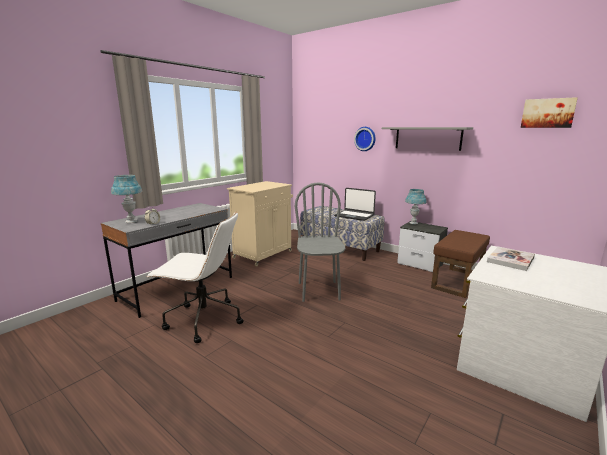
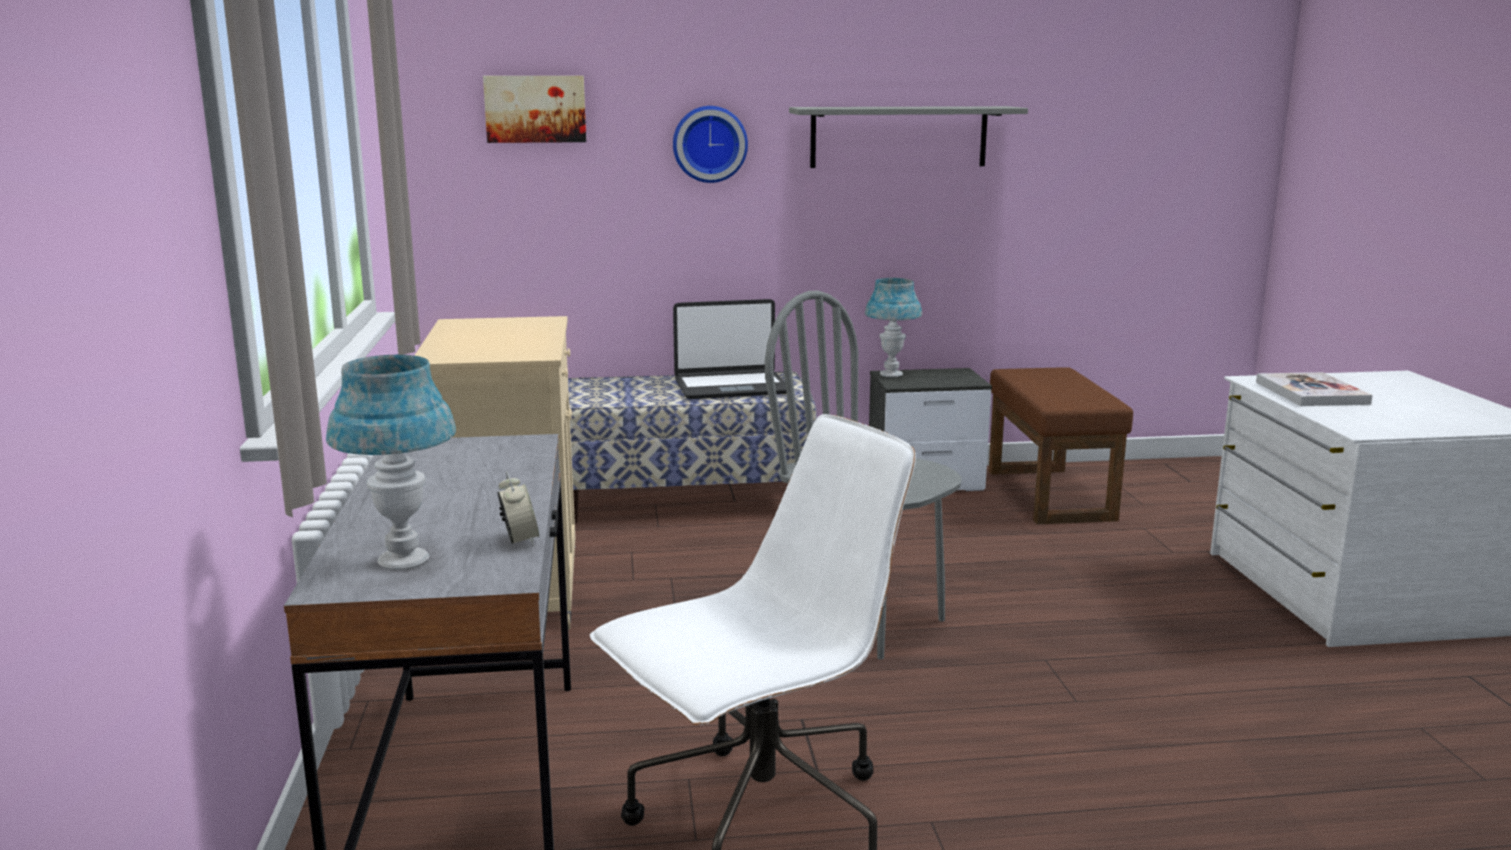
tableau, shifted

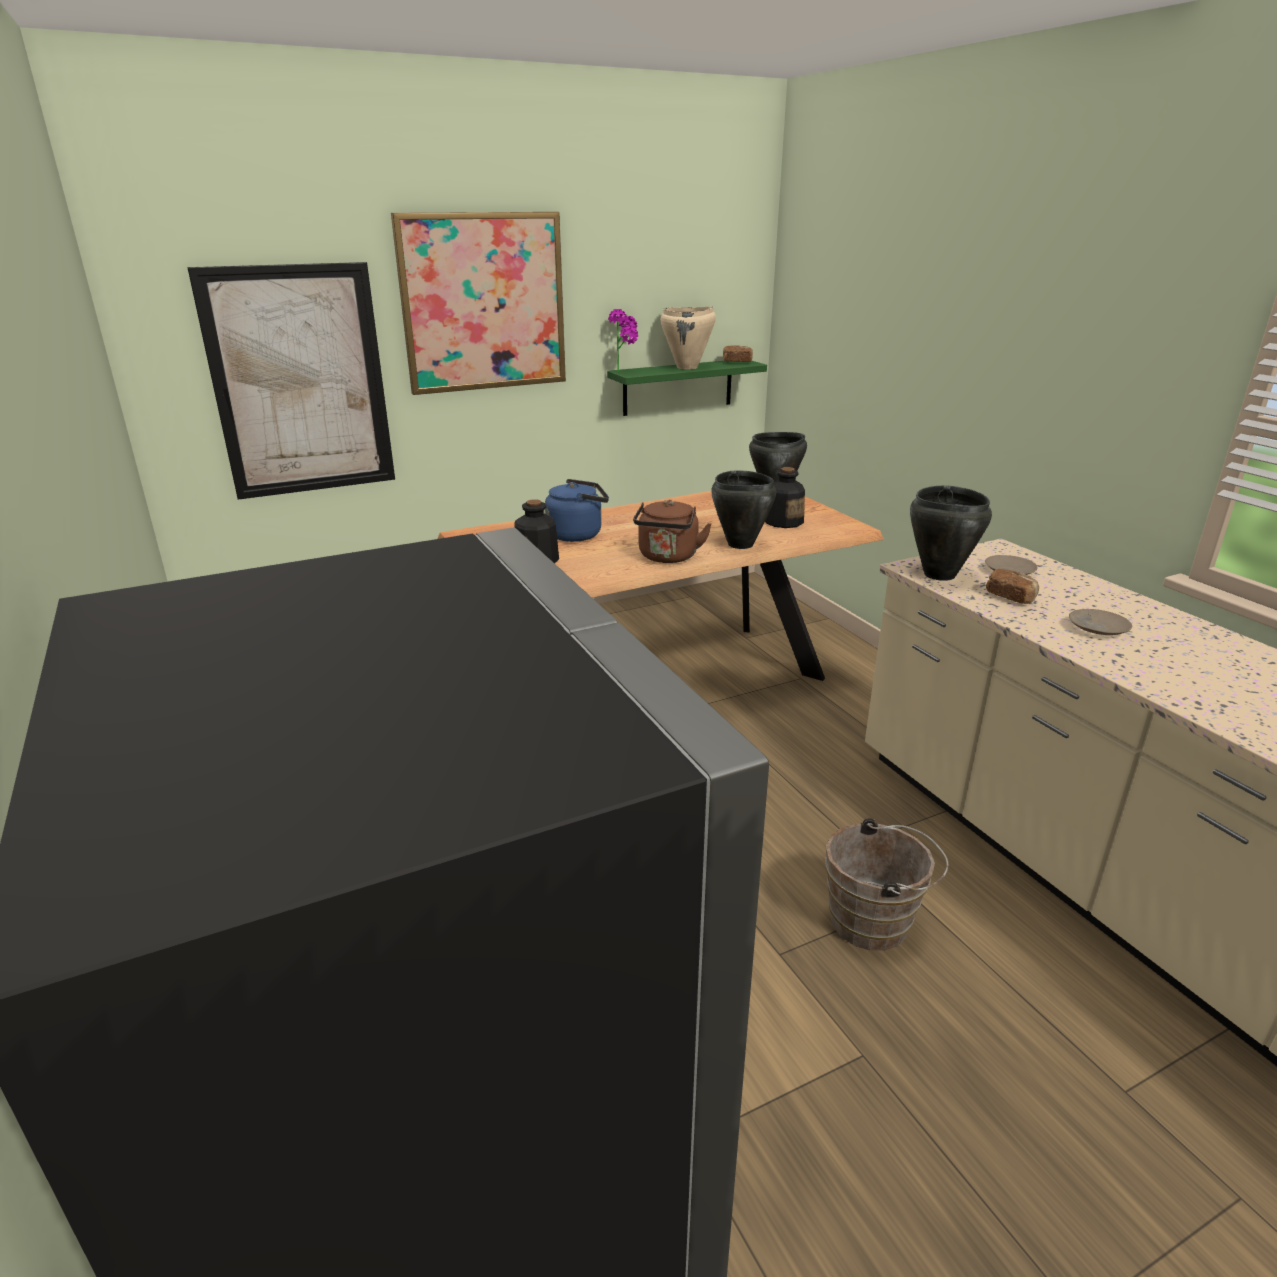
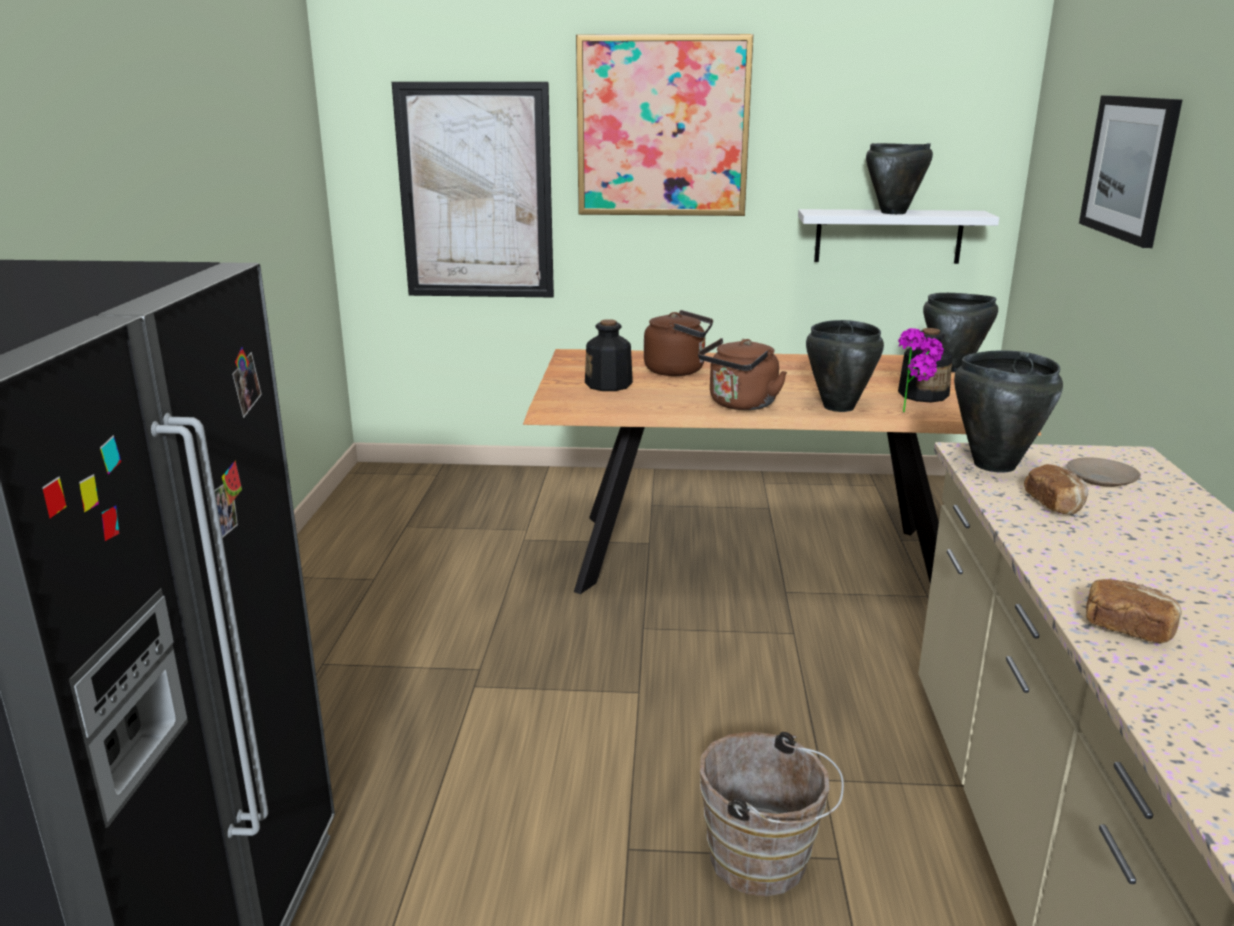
assiette/beige (no. 2 from left) => nothing
nothing => tableau (no. 3 from left)
plante en pot, shifted
pain (no. 1 from left in the first image) => pain (no. 2 from left), shifted
bouilloire/bleu => bouilloire/marron (no. 1 from left)
étagère/vert => étagère/blanc
marmite/beige => marmite/noir (no. 2 from left)

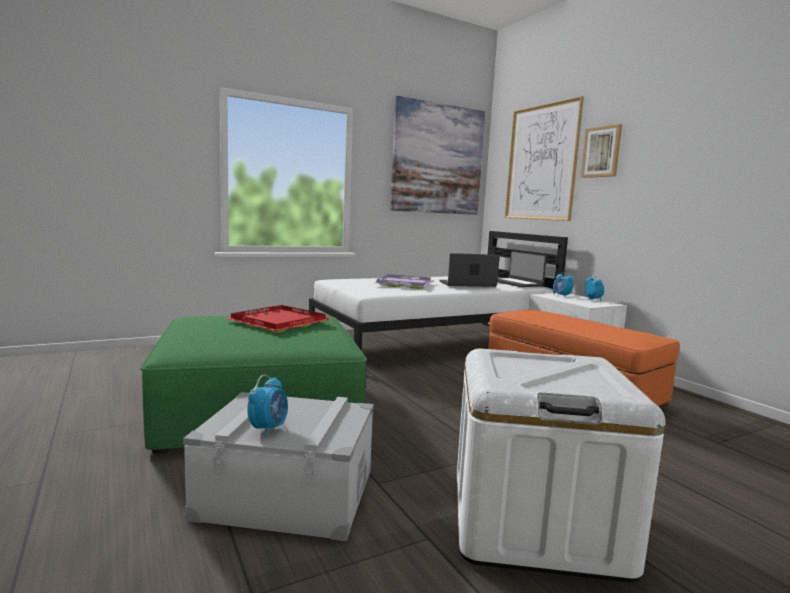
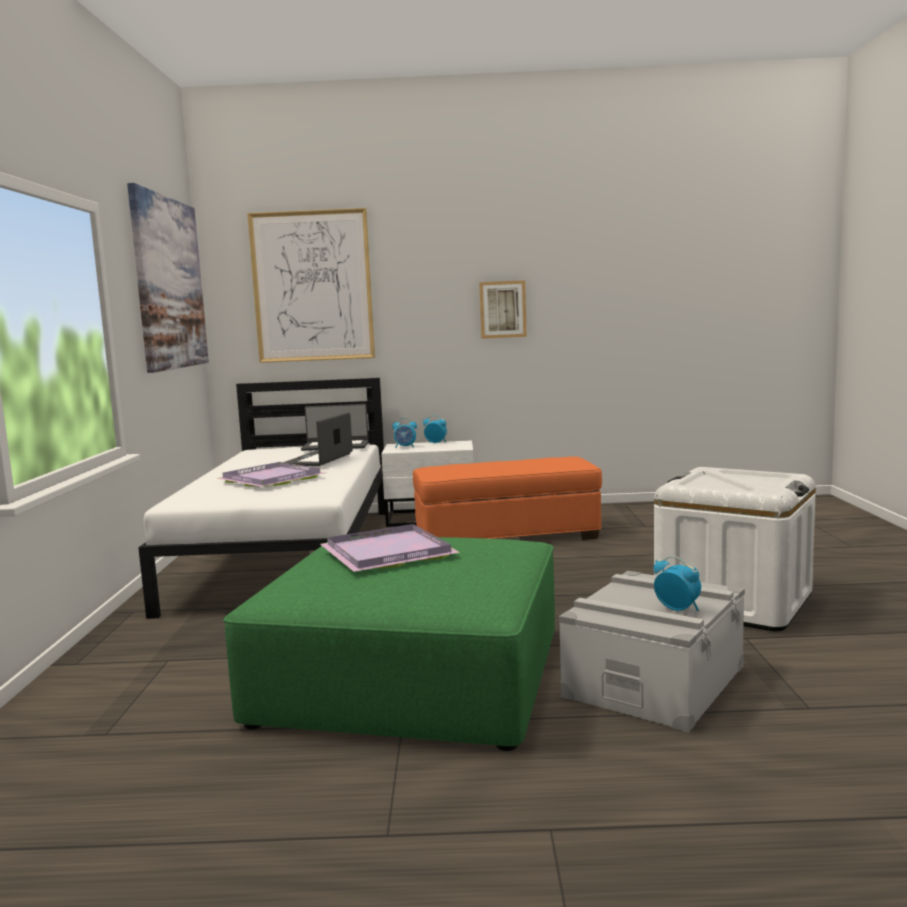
tableau (no. 3 from left), shifted
plateau/rouge => plateau/violet (no. 2 from left)

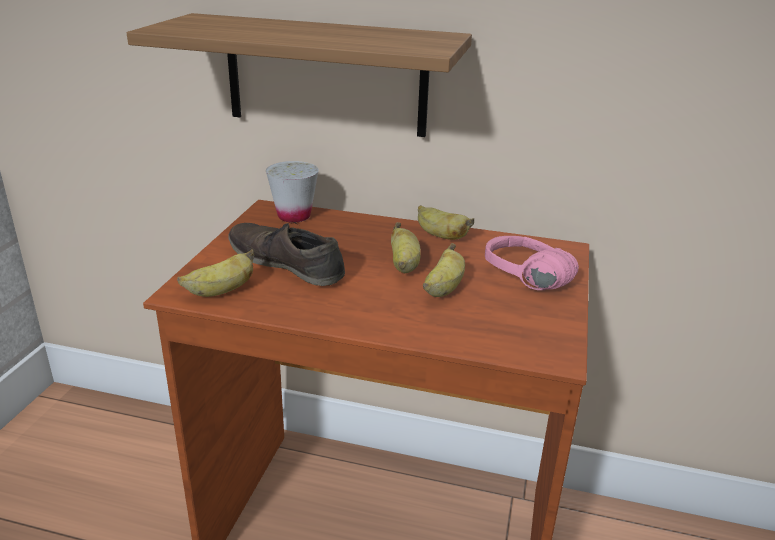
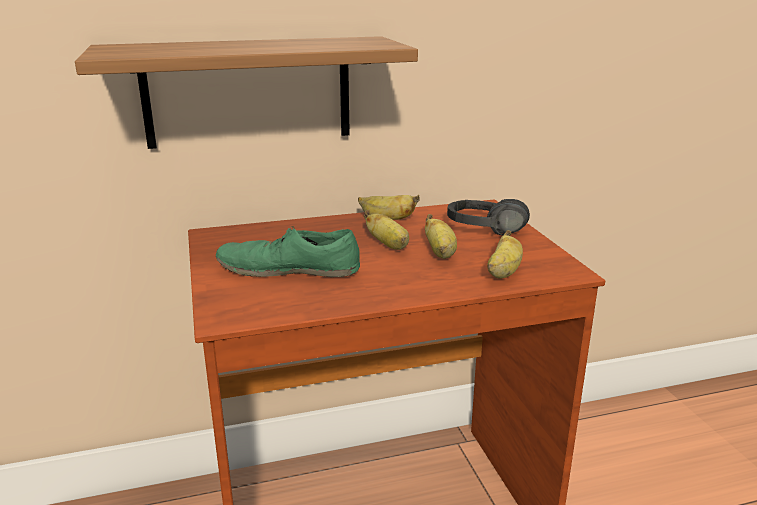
tasse/blanc => nothing
banane (no. 1 from left in the first image) => banane (no. 4 from left), shifted
chaussure/marron => chaussure/vert
casque audio/rose => casque audio/noir

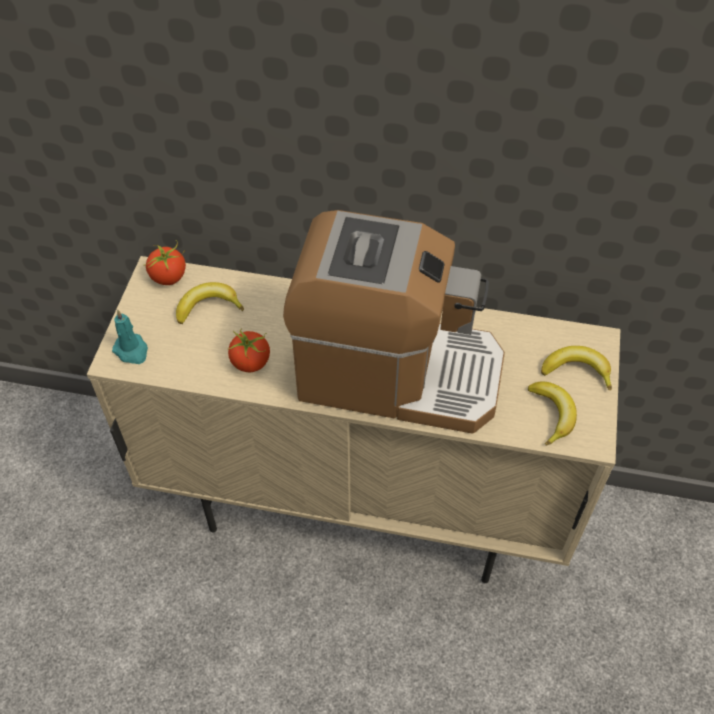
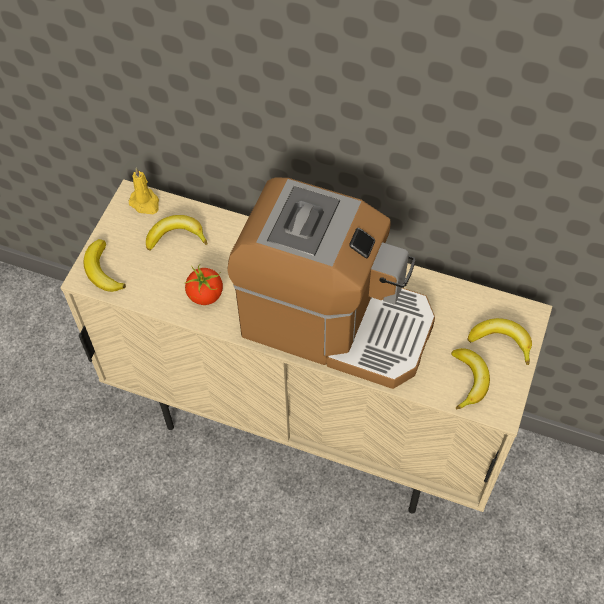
bougie/turquoise => banane (no. 1 from left)
tomate (no. 1 from left) => bougie/jaune

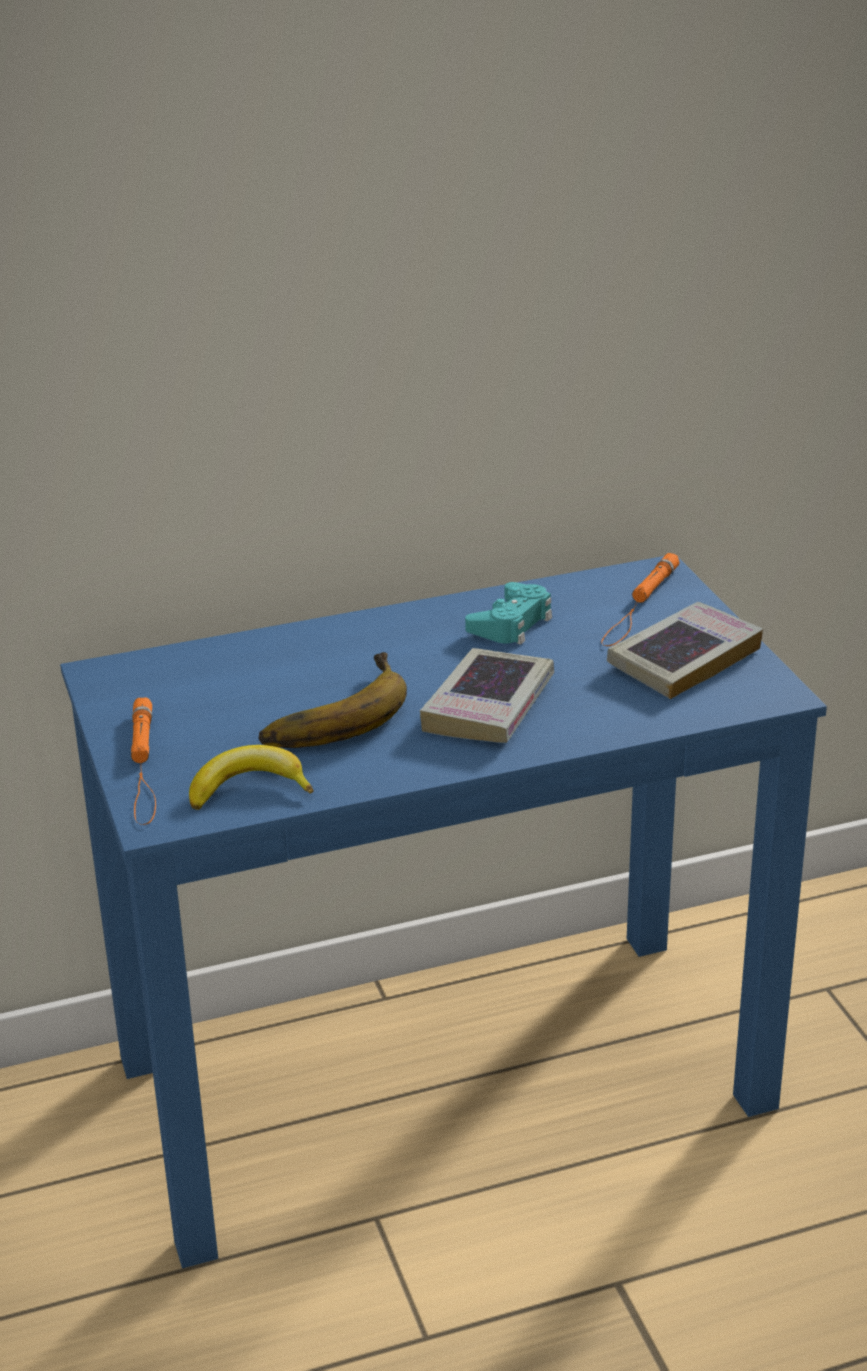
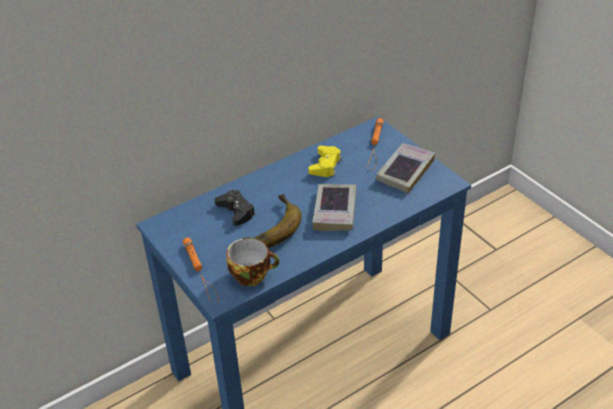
nothing => manette/noir
banane (no. 1 from left) => tasse
manette/turquoise => manette/jaune

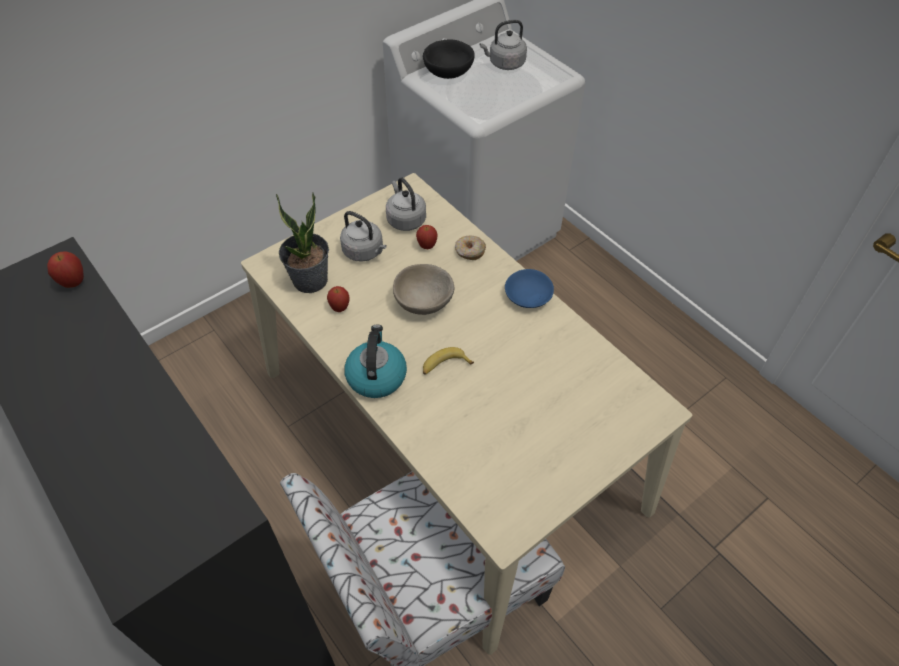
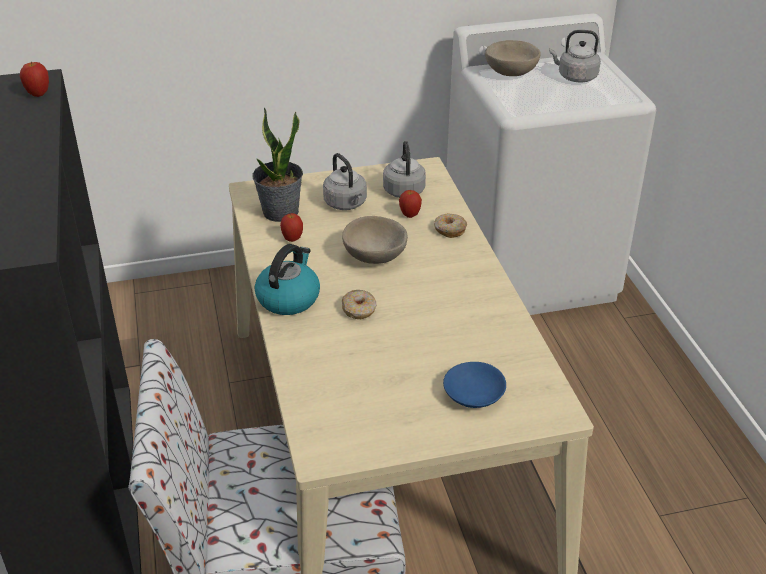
bol/bleu, shifted
banane => beignet (no. 1 from left)
bol/noir => bol/beige (no. 2 from left)

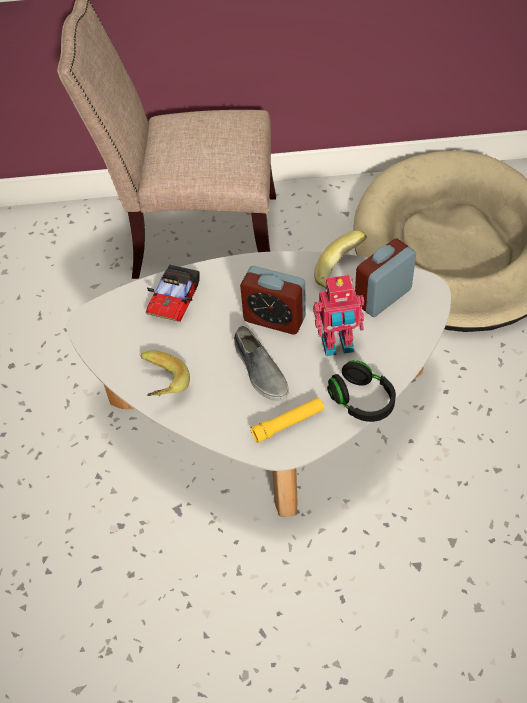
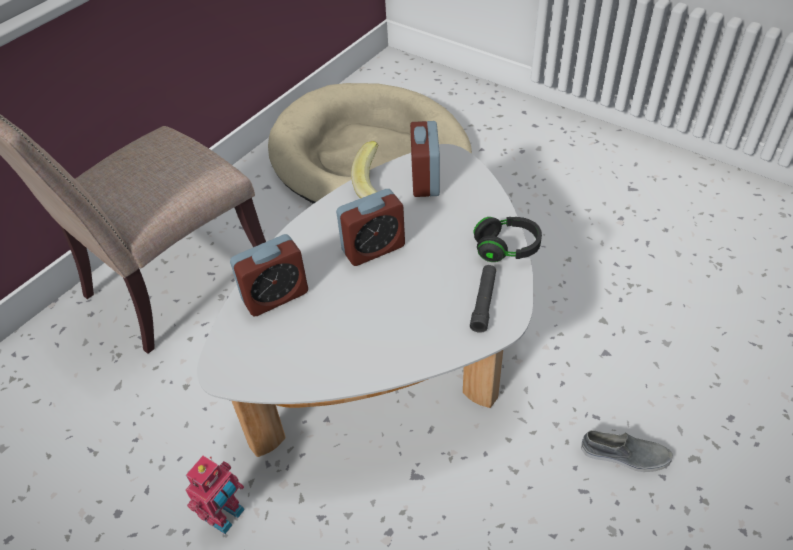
banane (no. 1 from left) => nothing
chaussure/gris, shifted
robot jouet, shifted
petite voiture => réveil (no. 1 from left)
lampe de poche/jaune => lampe de poche/noir

